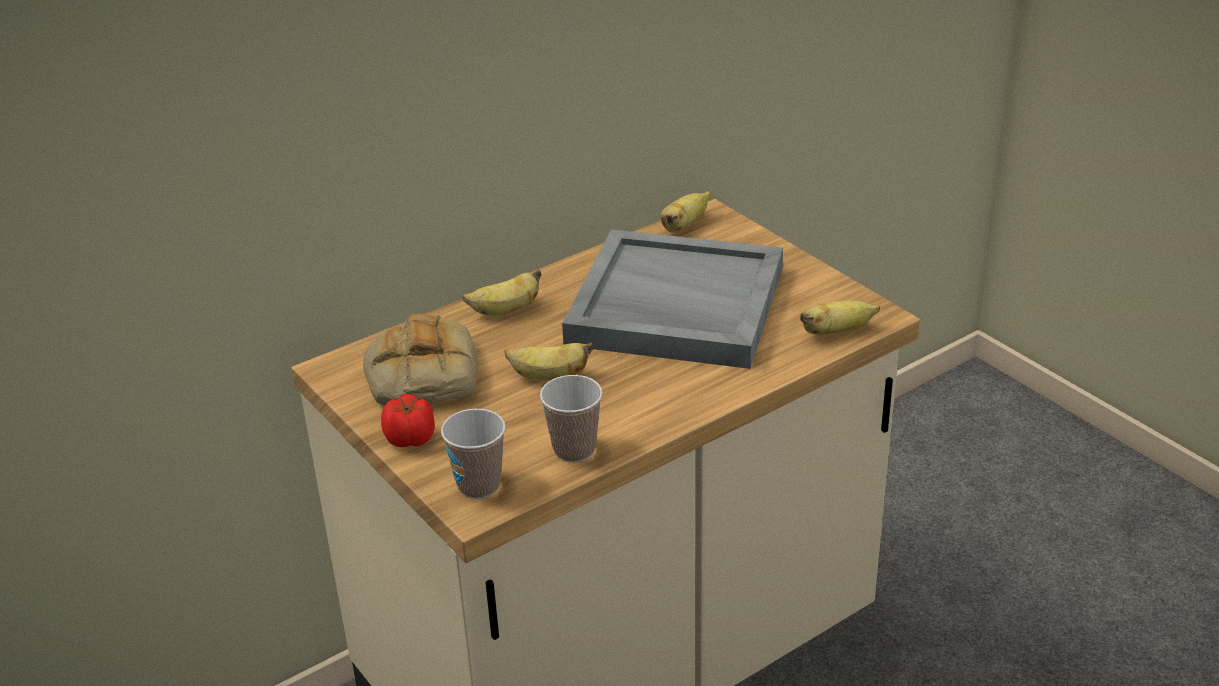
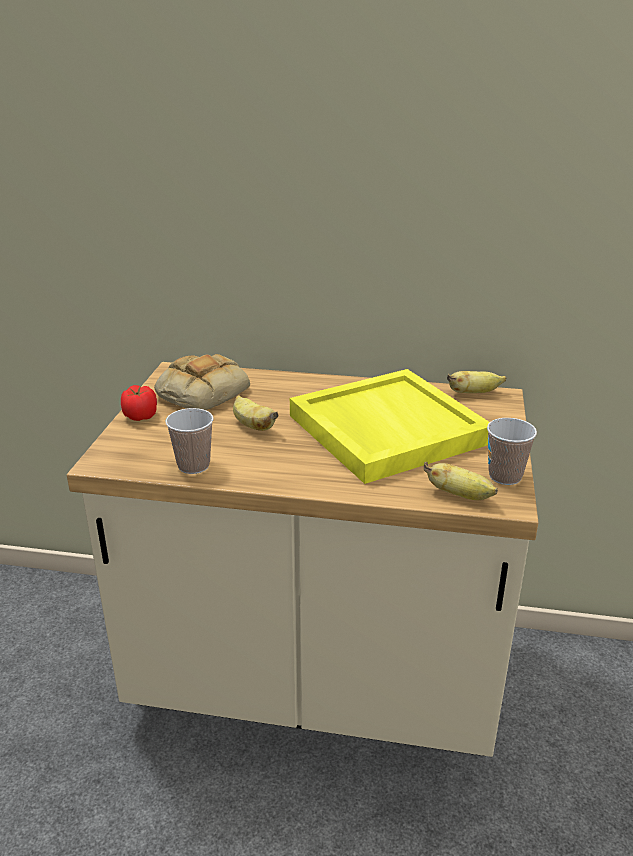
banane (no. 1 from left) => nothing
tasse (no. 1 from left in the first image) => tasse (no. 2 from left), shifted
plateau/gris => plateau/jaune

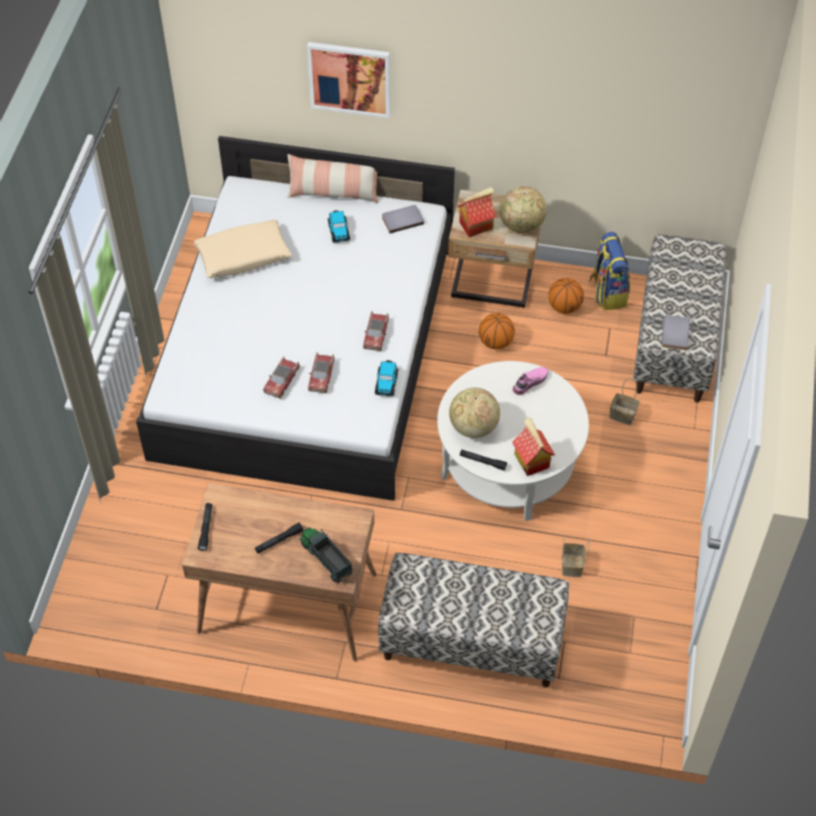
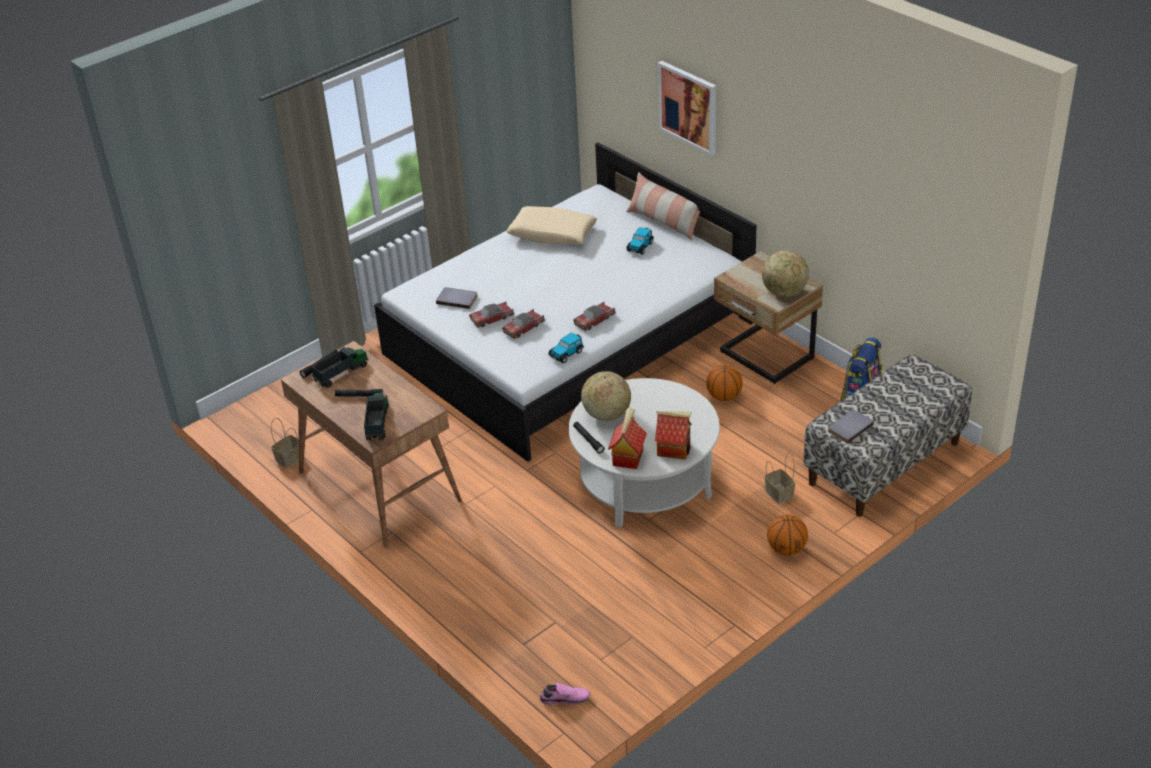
banc (no. 1 from left) => nothing
nothing => camion jouet (no. 1 from left)
livre/gris (no. 1 from left), shifted
maison miniature (no. 1 from left in the first image) => maison miniature (no. 2 from left), shifted
chaussure/rose, shifted
ballon de basket (no. 2 from left), shifted
panier (no. 1 from left), shifted

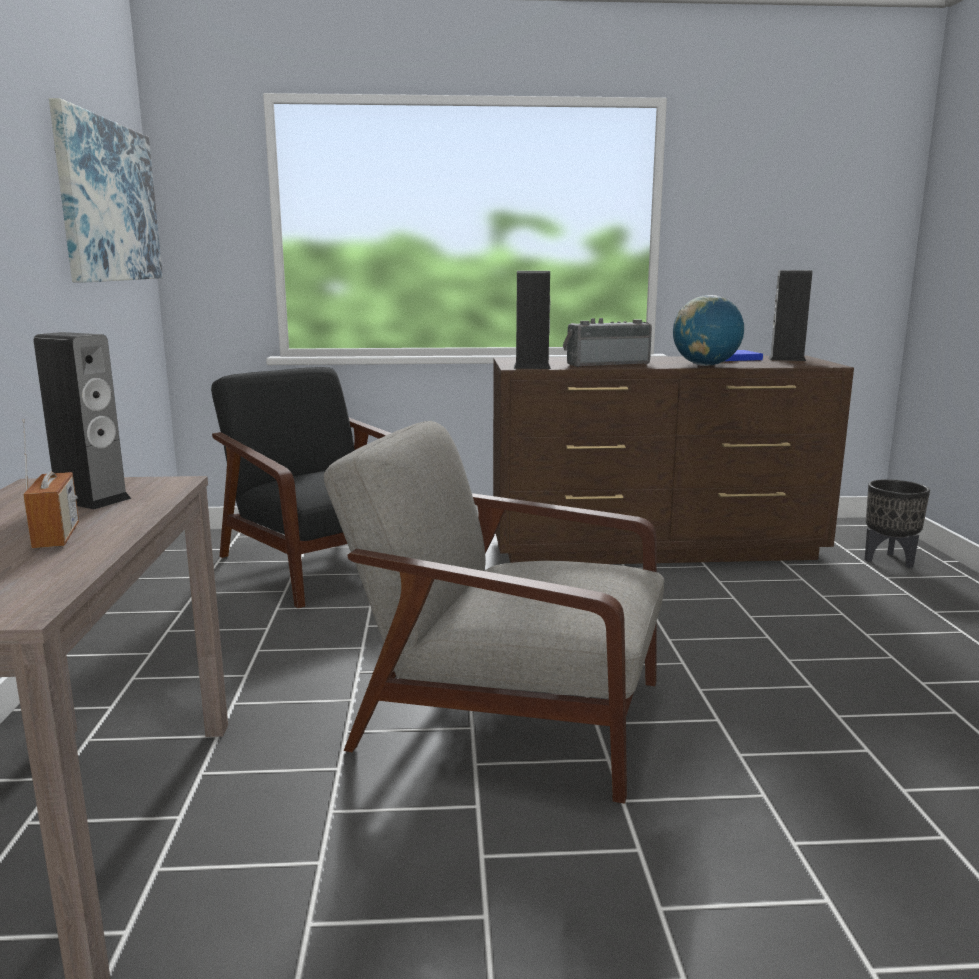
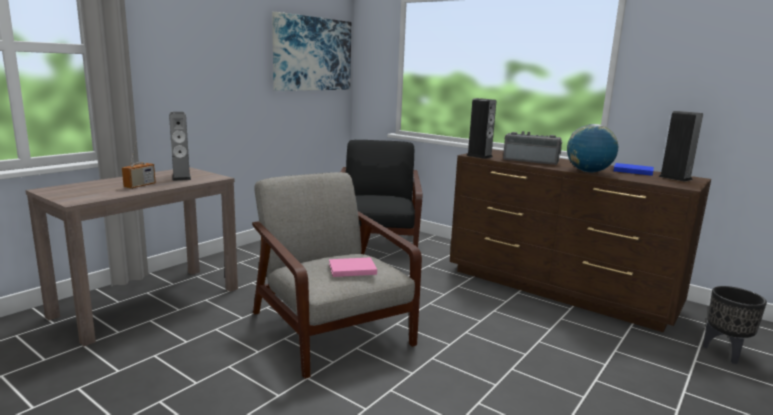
nothing => livre/rose

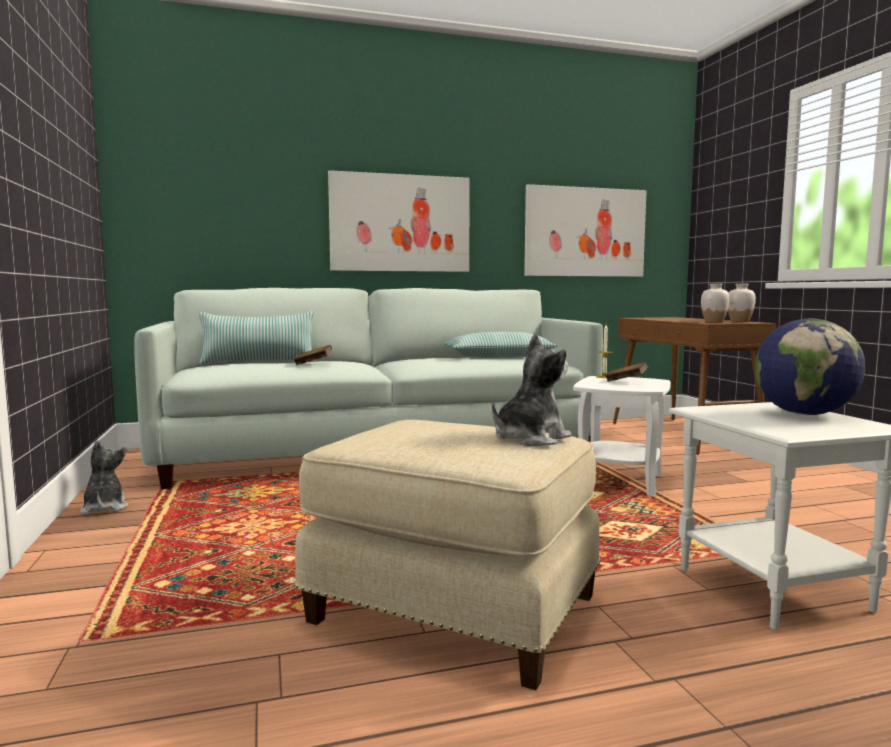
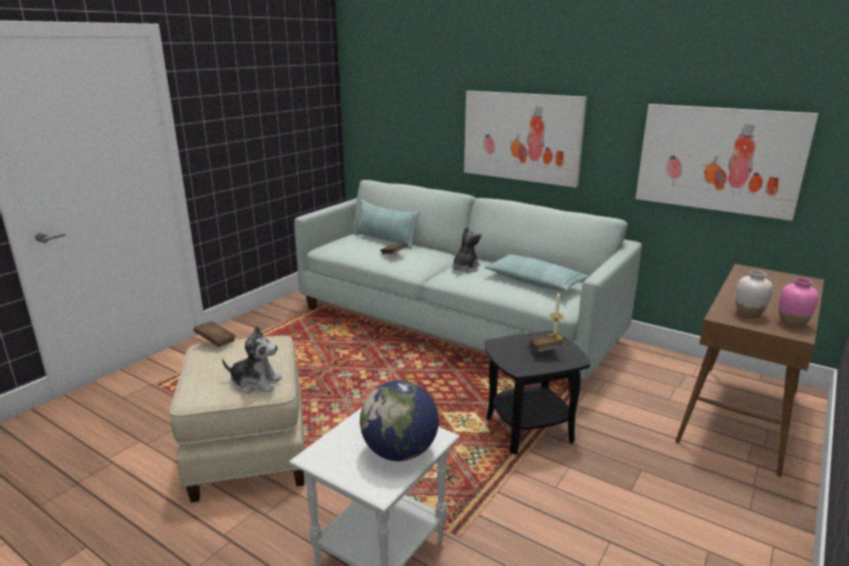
nothing => livre/marron (no. 1 from left)
peluche (no. 1 from left in the first image) => peluche (no. 2 from left), shifted
table d'appoint/blanc (no. 1 from left) => table d'appoint/noir
vase/blanc (no. 2 from left) => vase/rose

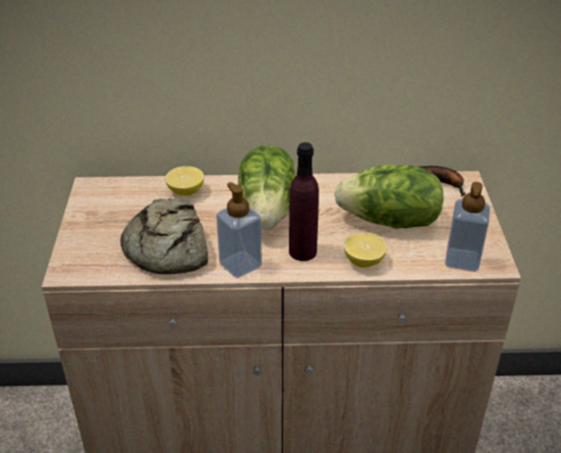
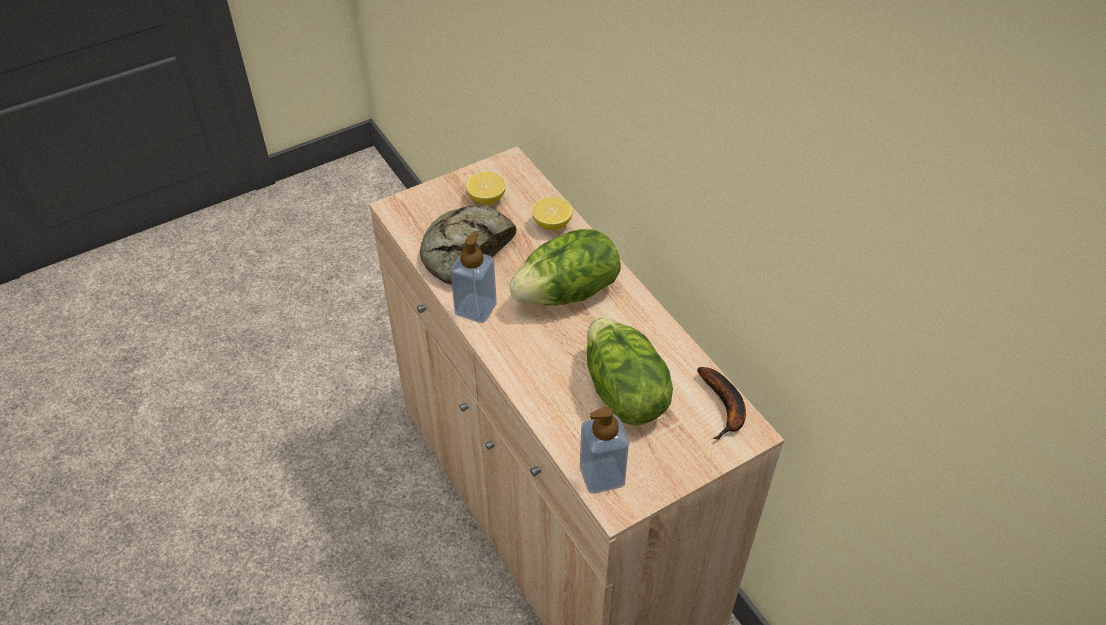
bouteille/violet => nothing
citron (no. 2 from left in the first image) => citron (no. 1 from left), shifted

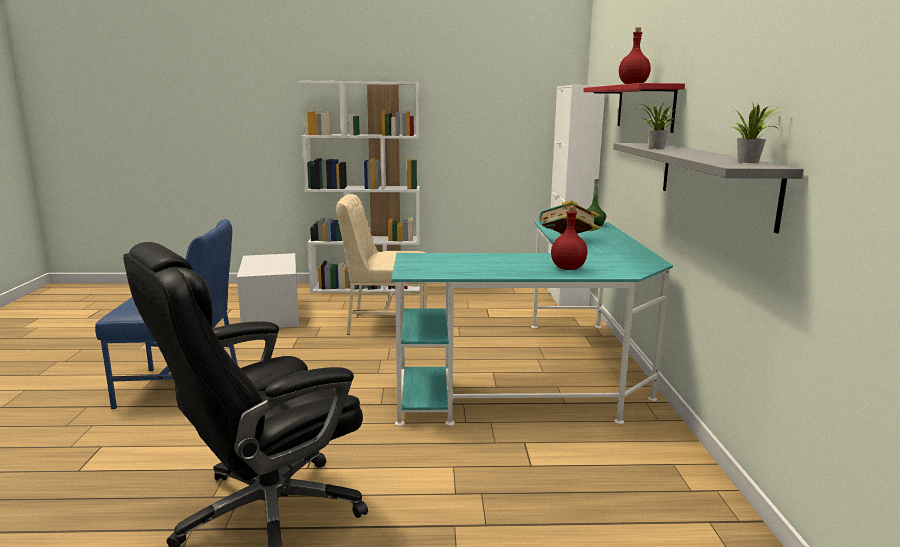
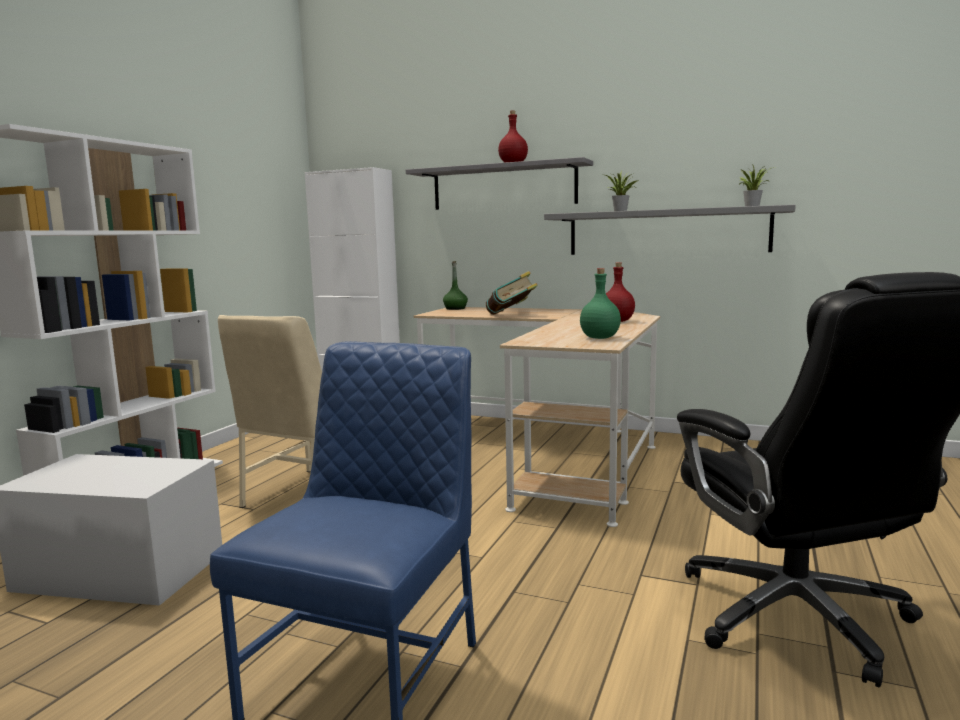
nothing => bouteille/vert (no. 2 from left)
bureau/turquoise => bureau/beige
étagère/rouge => étagère/gris (no. 1 from left)

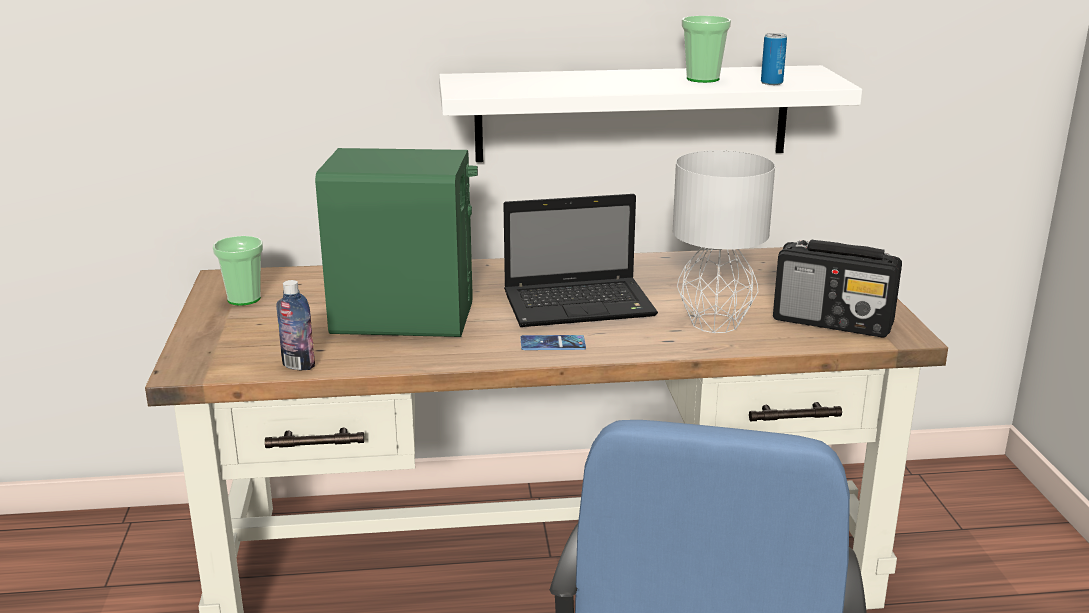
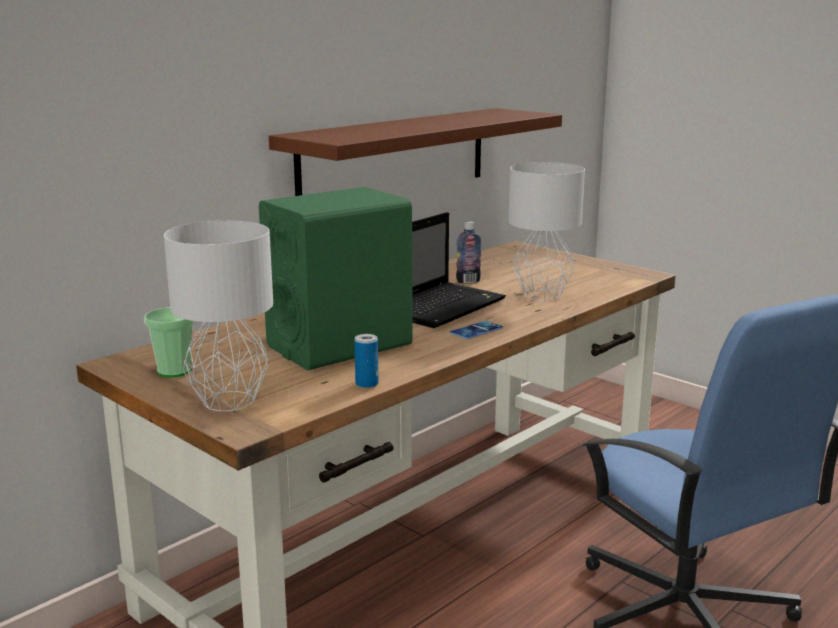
tasse (no. 2 from left) => nothing
radio => nothing
nothing => lampe de table/gris (no. 1 from left)
bouteille, shifted
boîte métallique, shifted
étagère/blanc => étagère/marron

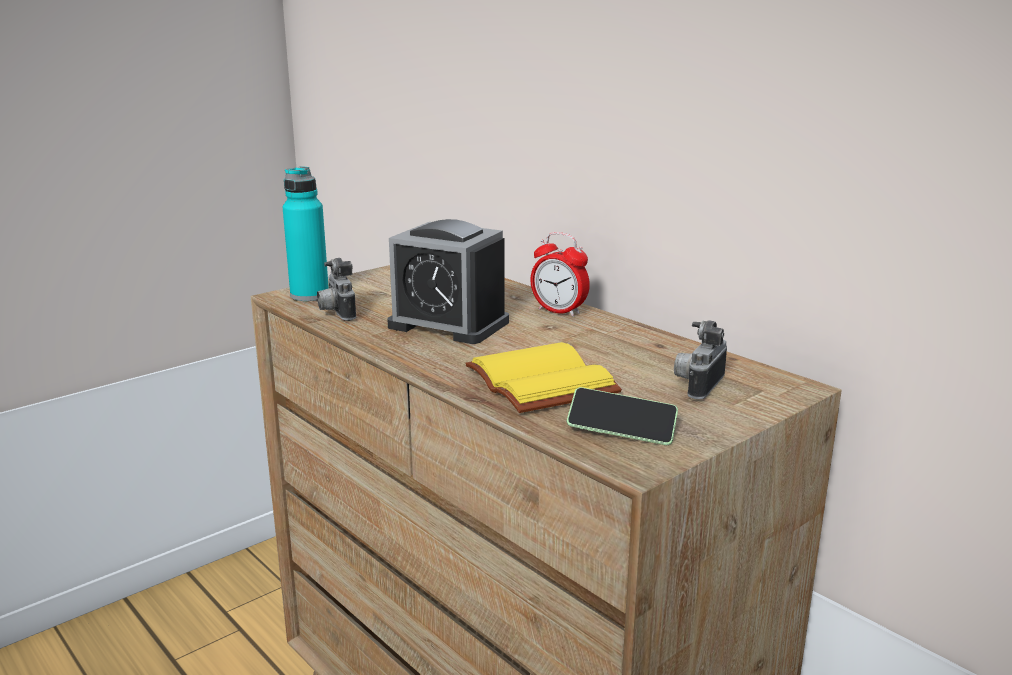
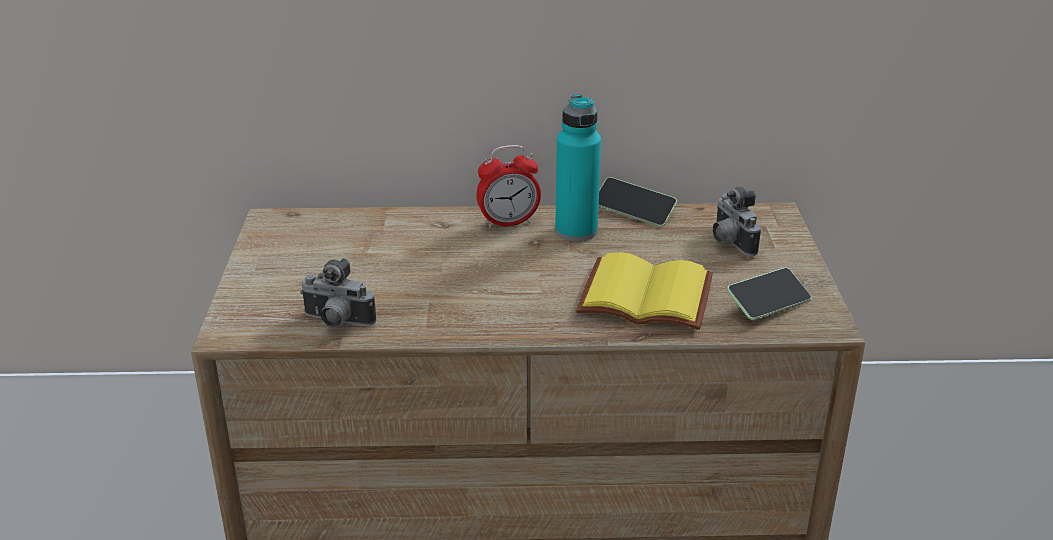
réveil (no. 1 from left) => nothing
nothing => téléphone (no. 1 from left)
bouteille/turquoise, shifted

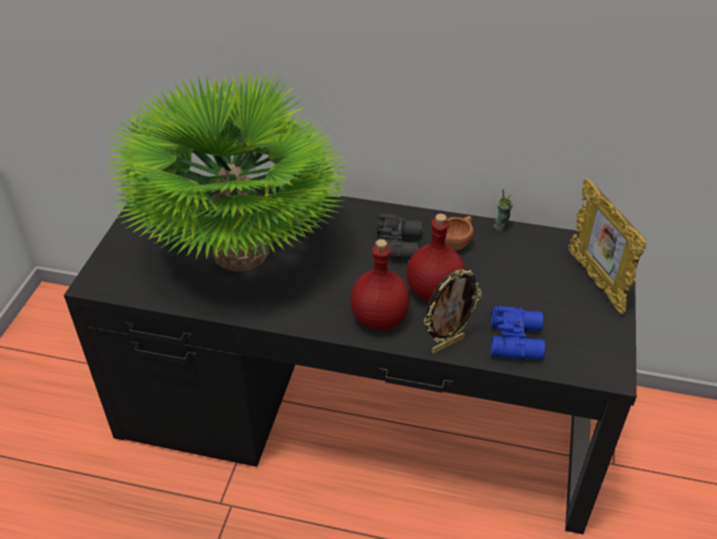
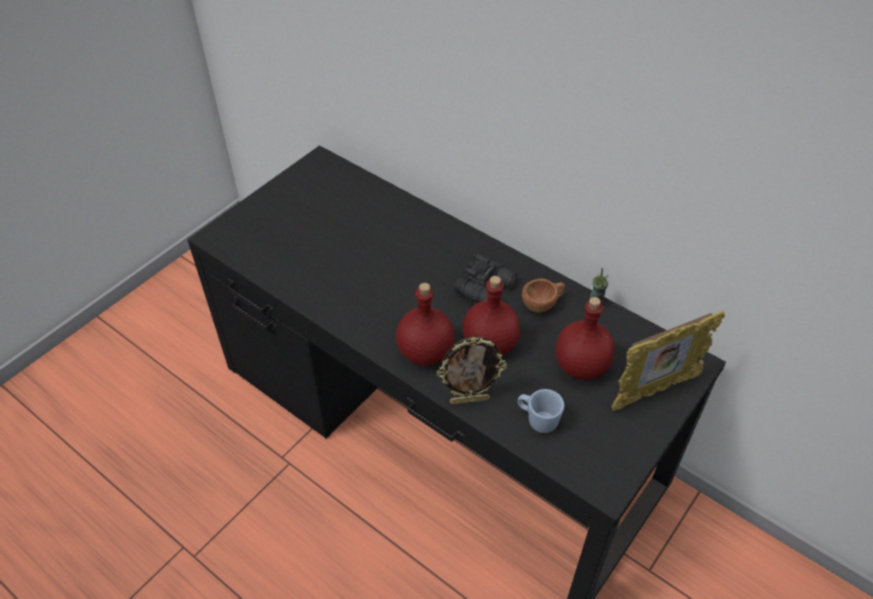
plante en pot => nothing
nothing => bouteille/rouge (no. 3 from left)
jumelles/bleu => mug/bleu
cadre photo (no. 2 from left), 120 degrees counterclockwise

